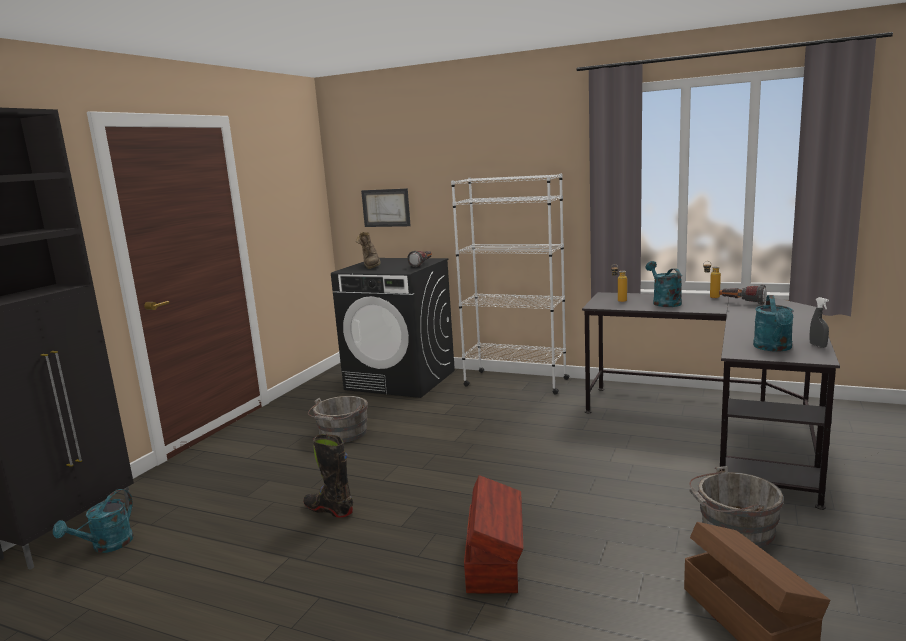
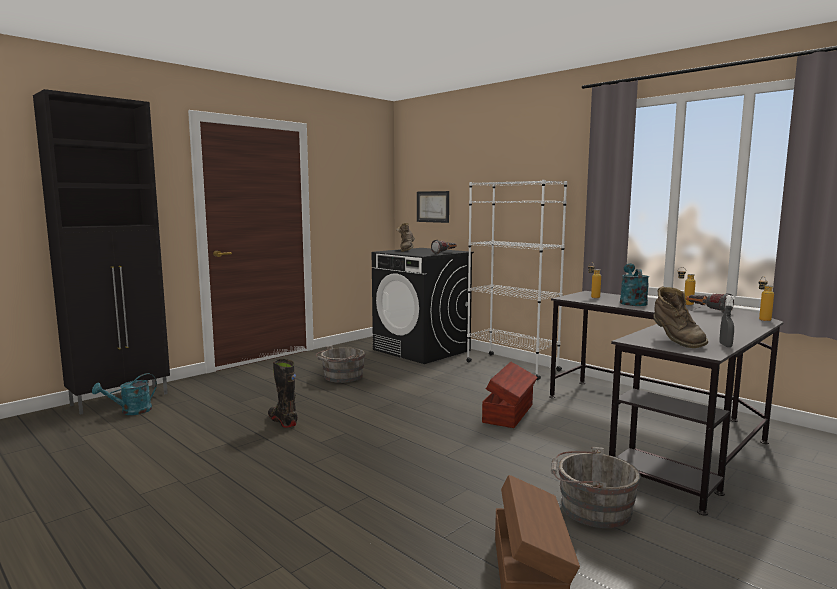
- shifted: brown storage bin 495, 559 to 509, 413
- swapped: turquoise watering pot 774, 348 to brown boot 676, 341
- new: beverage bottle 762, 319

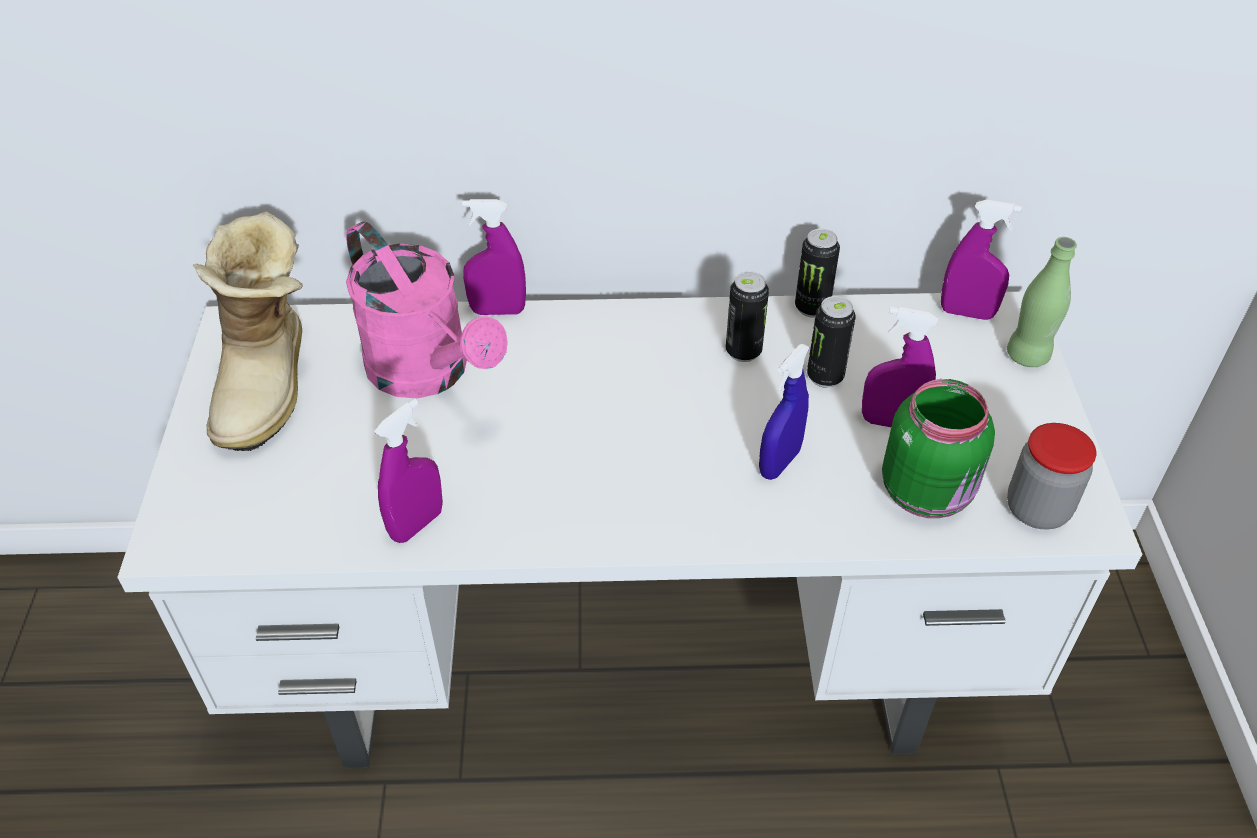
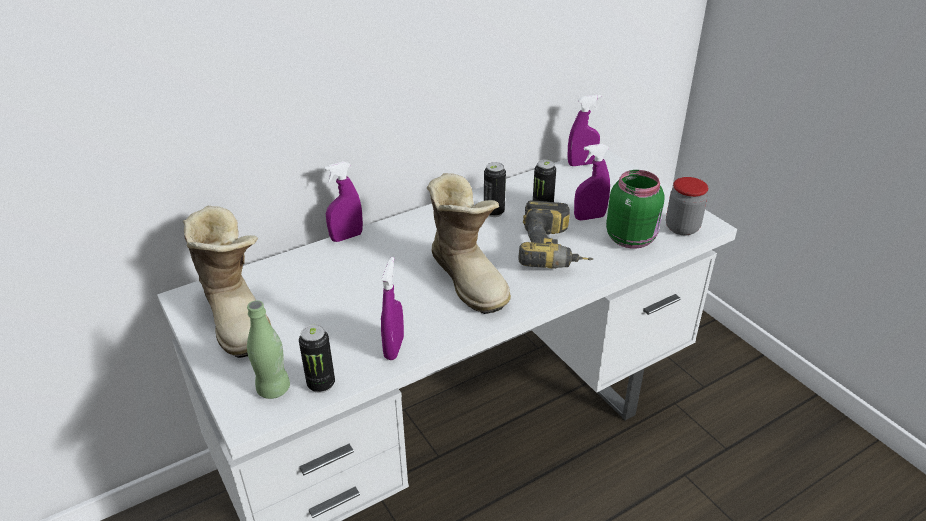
- gone: pinkish watering pot 429, 373
- swapped: blue-coloured hand sprayer 779, 463 to power drill 555, 251
- shifted: can 812, 307 to 321, 384
- shifted: green beverage bottle 1027, 356 to 273, 389
- new: boot 470, 277

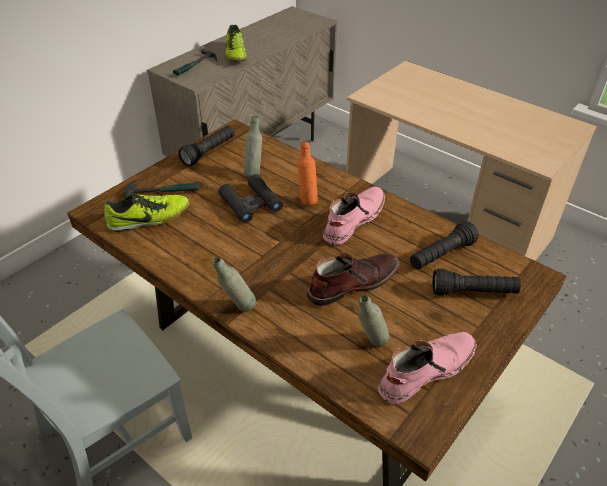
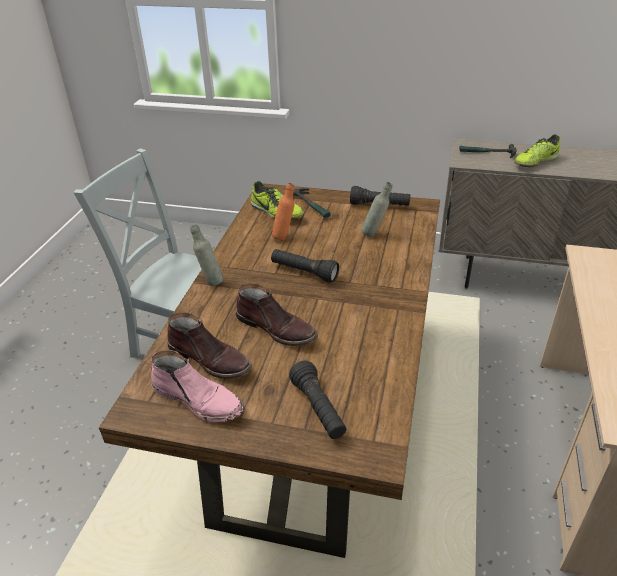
- gone: black binoculars 251, 204
- shifted: orange beverage bottle 307, 200 to 284, 236
- gone: pinkish boot 353, 220
- swapped: grey beverage bottle 370, 345 to brown boot 210, 359
- shifted: black torch 441, 255 to 304, 272

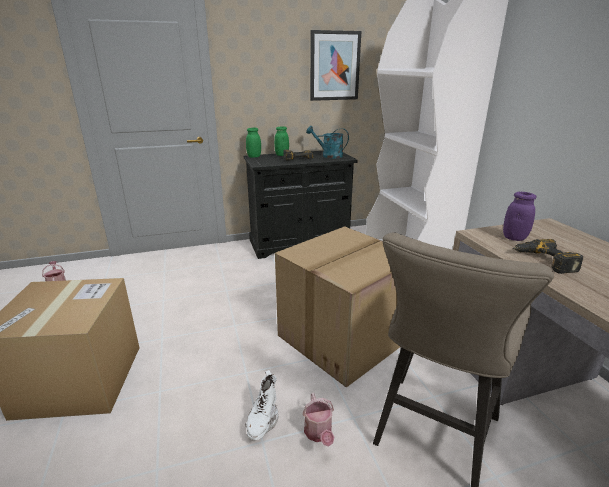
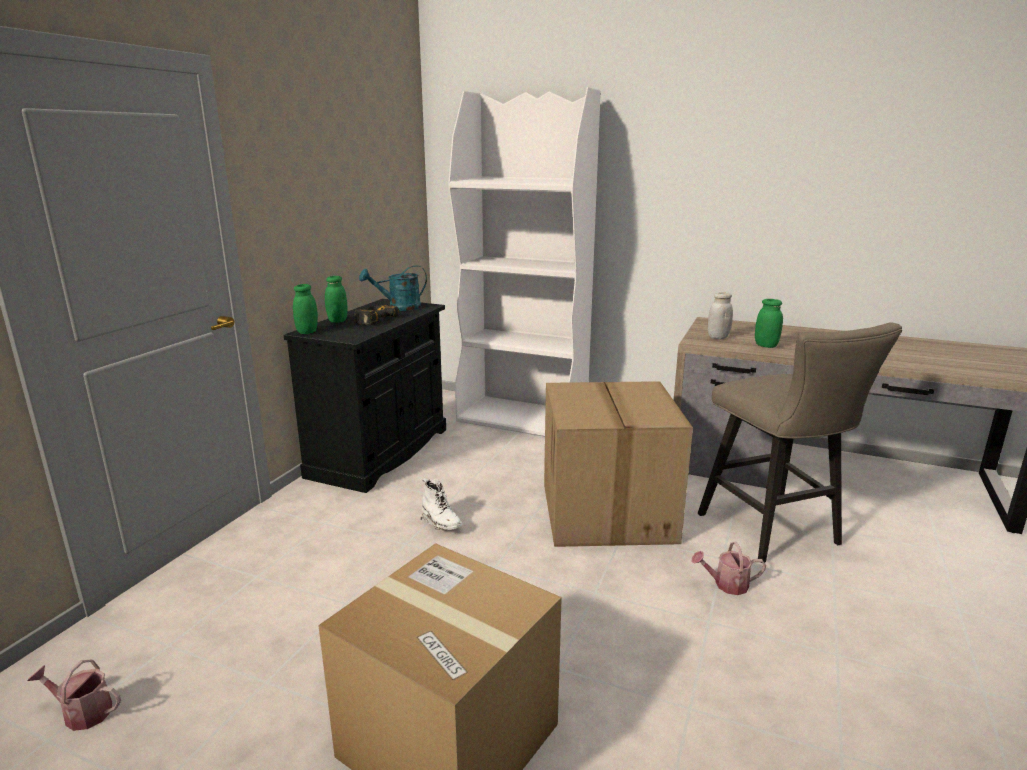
- shifted: whitish boot 262, 421 to 441, 524
- rotated: watering pot 319, 433 = 726, 585 150 degrees clockwise
- gone: picture 334, 66
- repainted: purple storage jar 514, 238 to whitish storage jar 718, 337
- swapped: power drill 543, 261 to green storage jar 766, 345

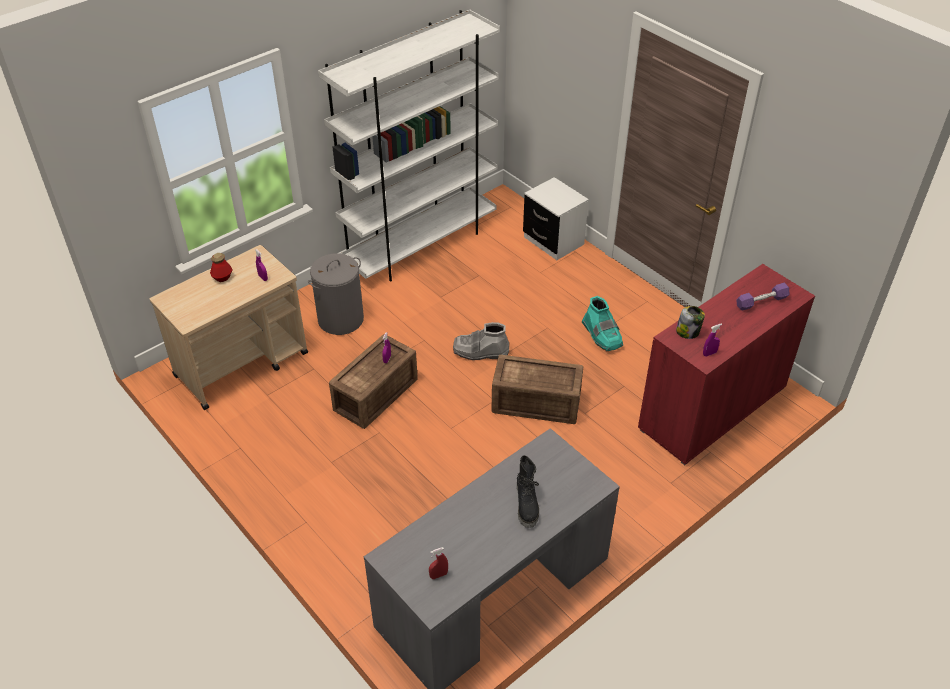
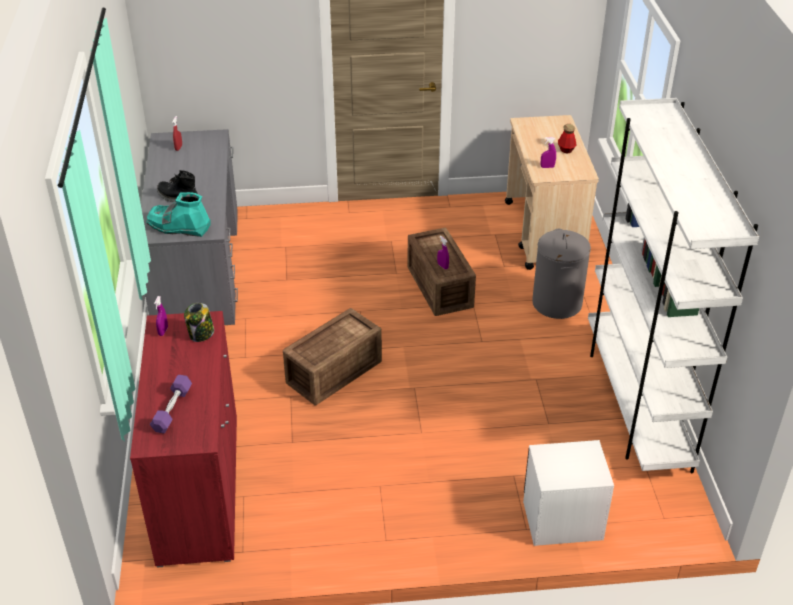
- gone: grey boot 480, 351
- shifted: turquoise boot 602, 335 to 179, 227

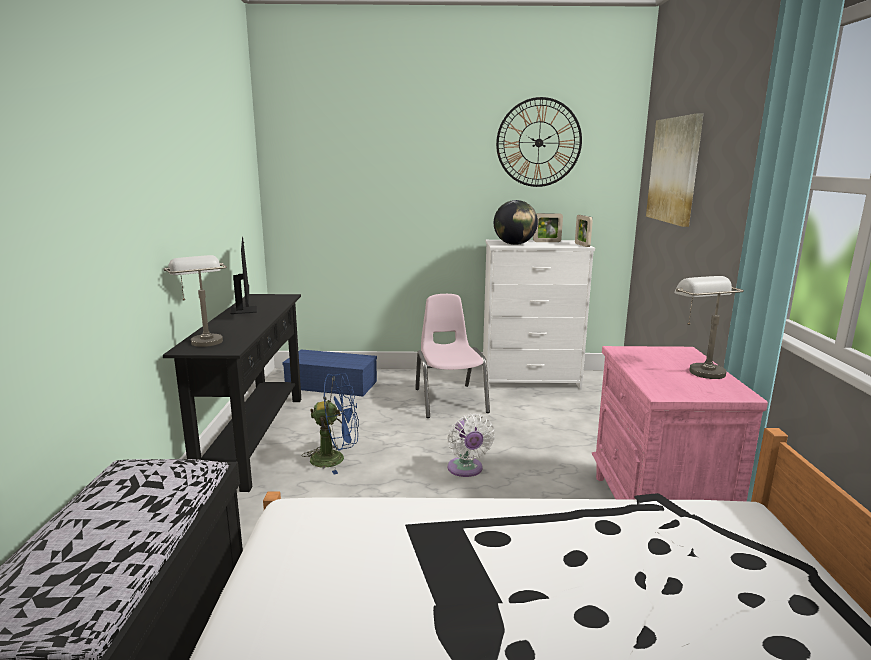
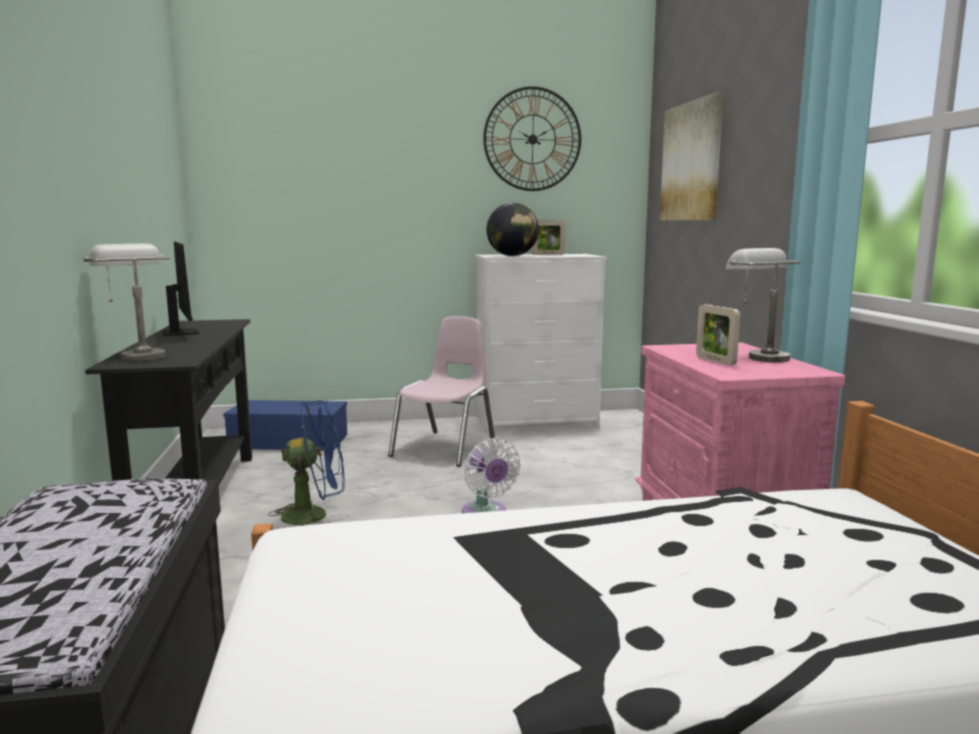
- rotated: pinkish chair 450, 400 = 445, 448 45 degrees clockwise
- shifted: standing frame 582, 245 to 715, 361

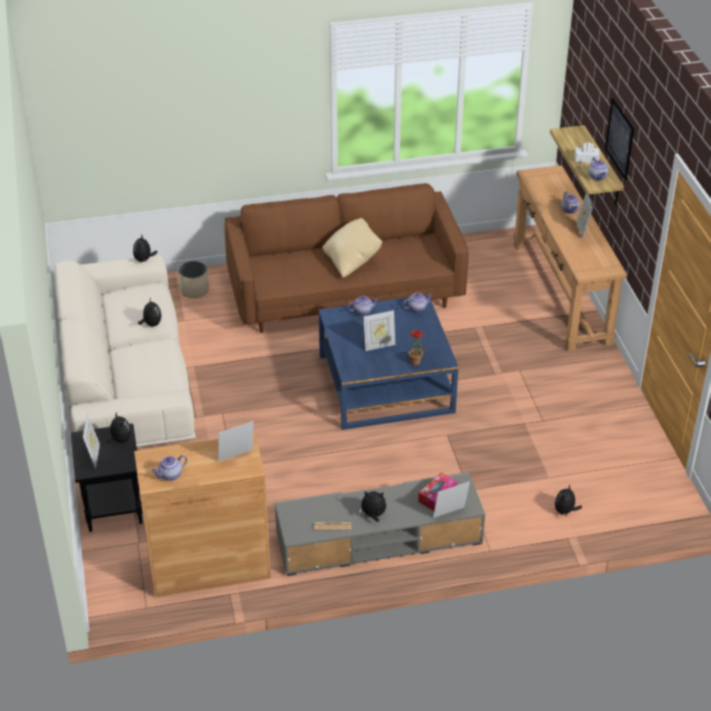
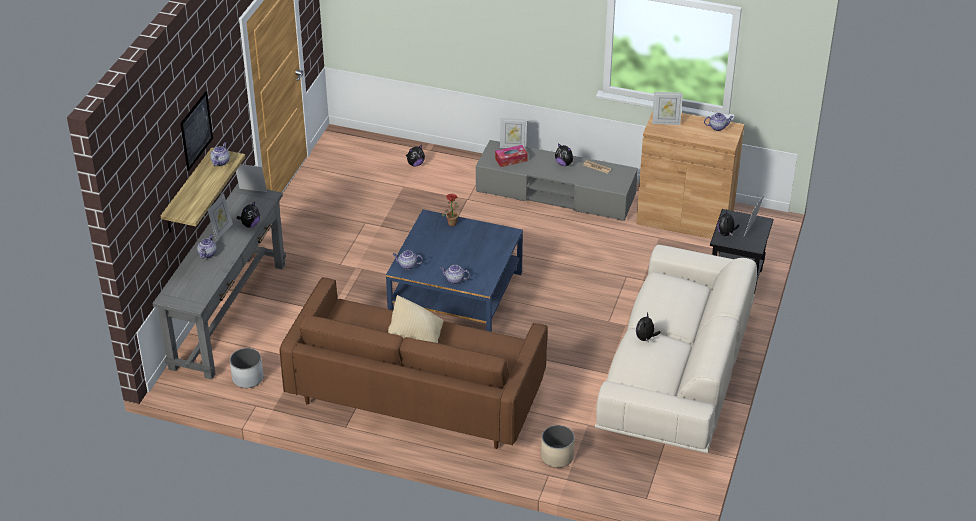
- shifted: soft toy 144, 260 to 250, 224
- shifted: standing frame 379, 345 to 252, 192
- repainted: brown narrow table 560, 293 to grey narrow table 229, 315
- gone: whitish box of tissues 586, 159
- new: whitish plant pot 247, 378

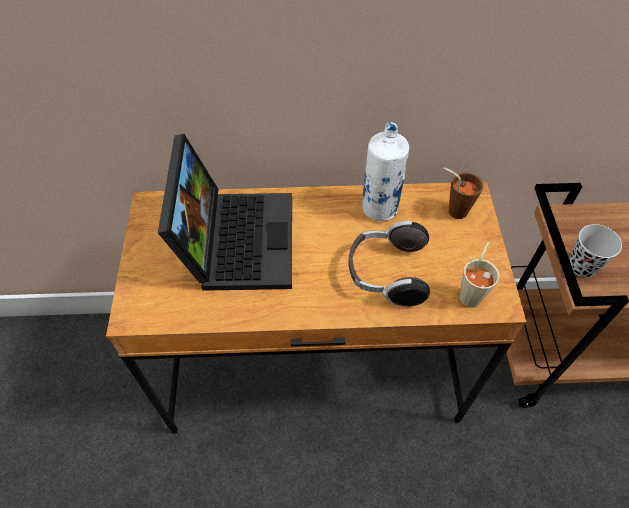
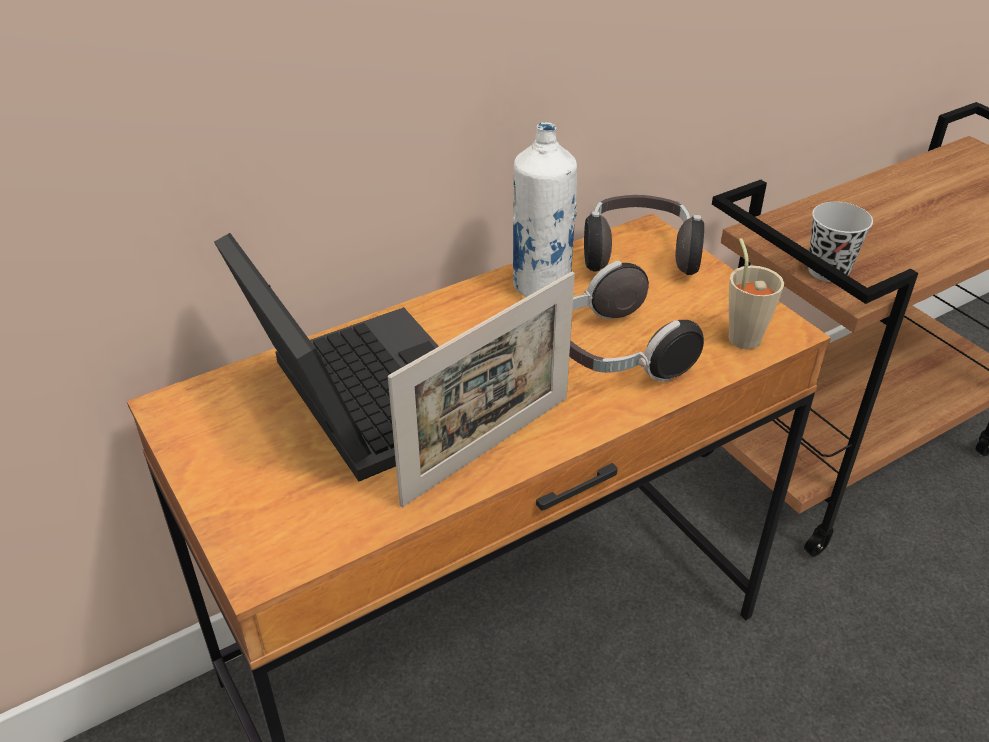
- swapped: brown small cup 453, 209 to pair of headphones 639, 254
- new: standing frame 488, 449

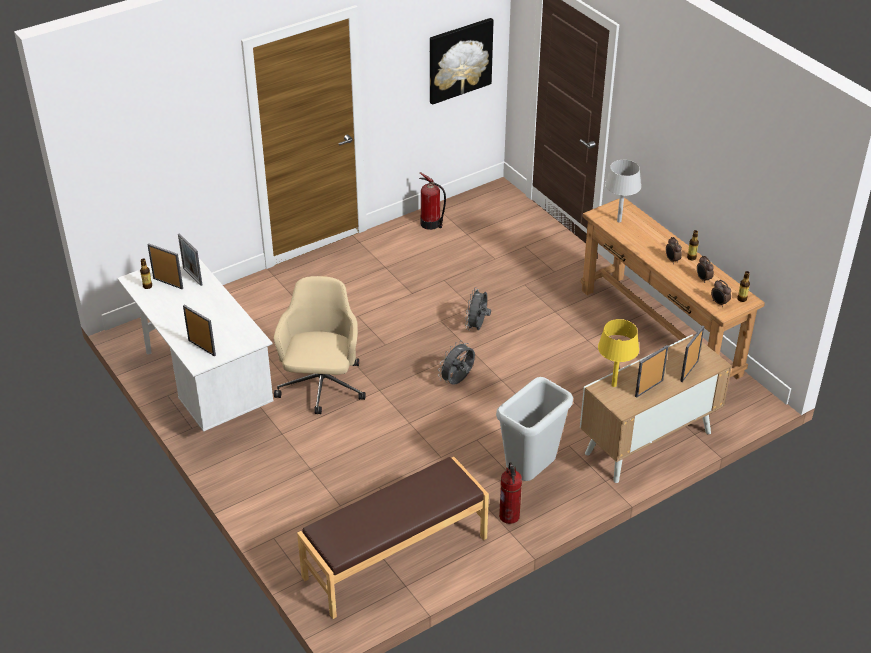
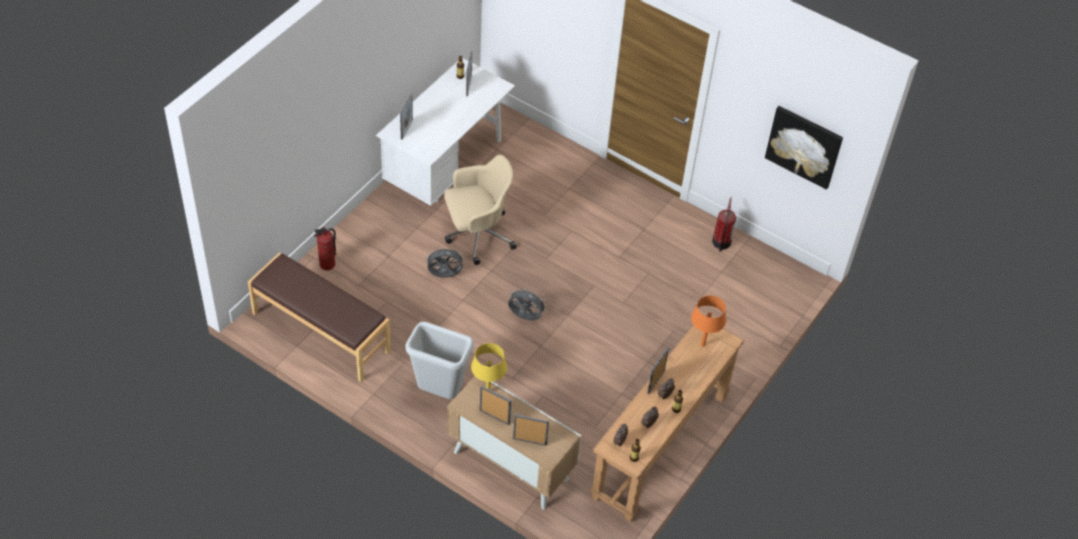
- shifted: standing frame 192, 276 to 655, 382
- shifted: grey electric fan 477, 327 to 444, 276
- shifted: fire extinguisher 509, 516 to 327, 265
- repainted: grey tabletop lamp 619, 221 to orange tabletop lamp 702, 344

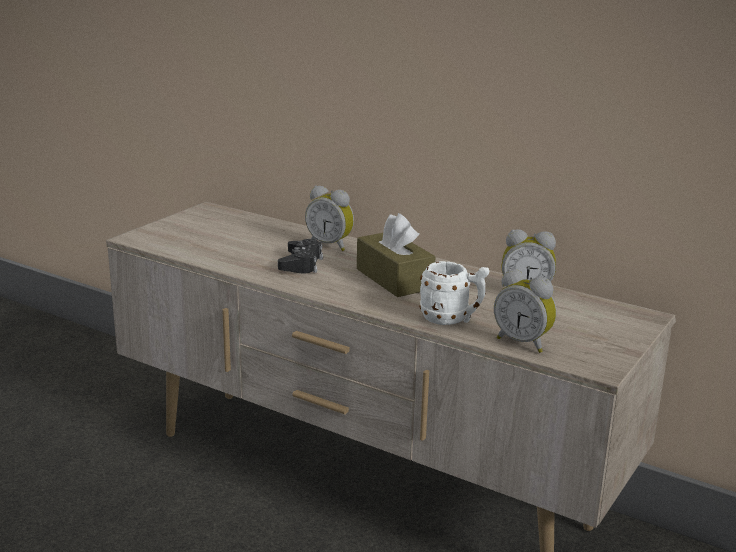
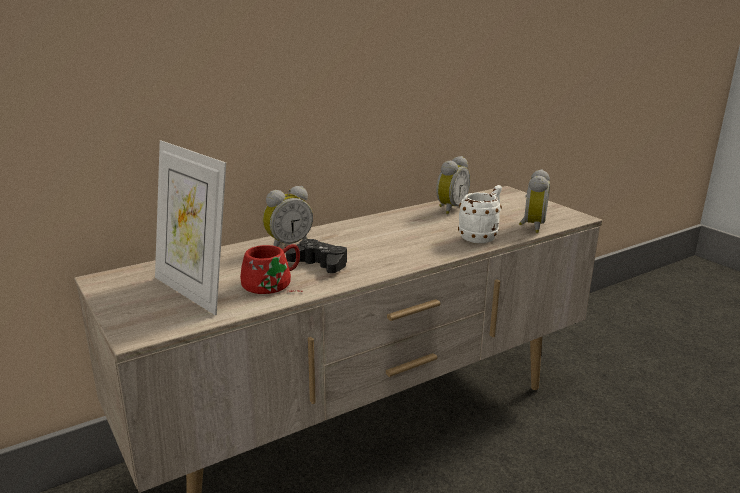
- gone: brown box of tissues 394, 279
- rotated: bedside clock 523, 342 = 531, 226 45 degrees counterclockwise
- new: standing frame 194, 291
- new: reddish tea mug 275, 284

